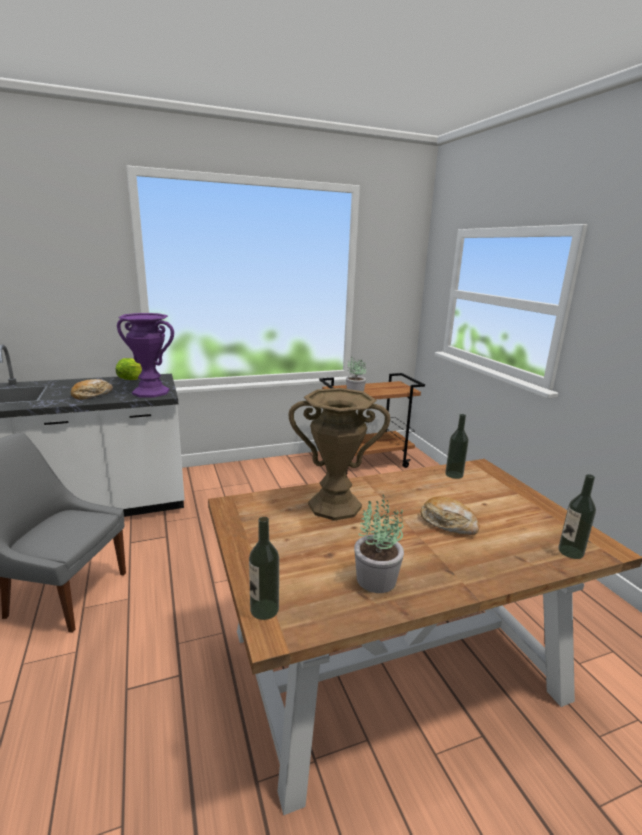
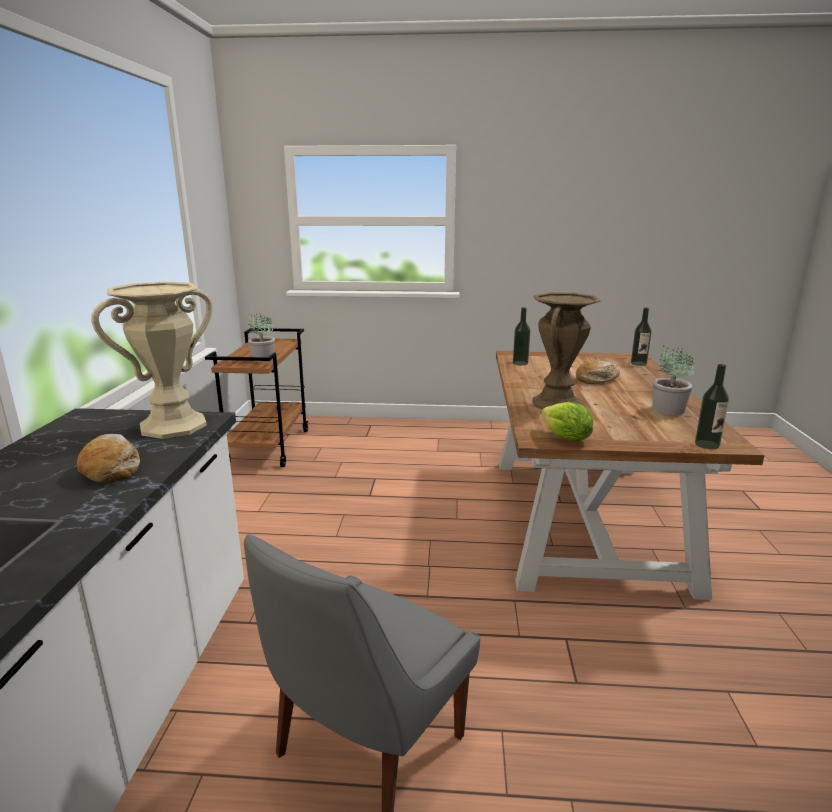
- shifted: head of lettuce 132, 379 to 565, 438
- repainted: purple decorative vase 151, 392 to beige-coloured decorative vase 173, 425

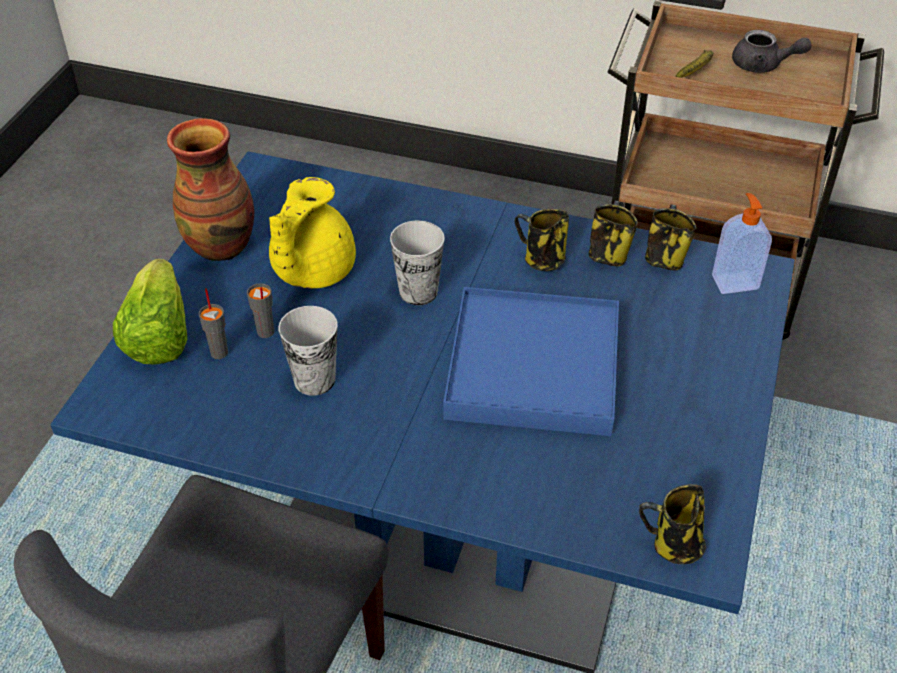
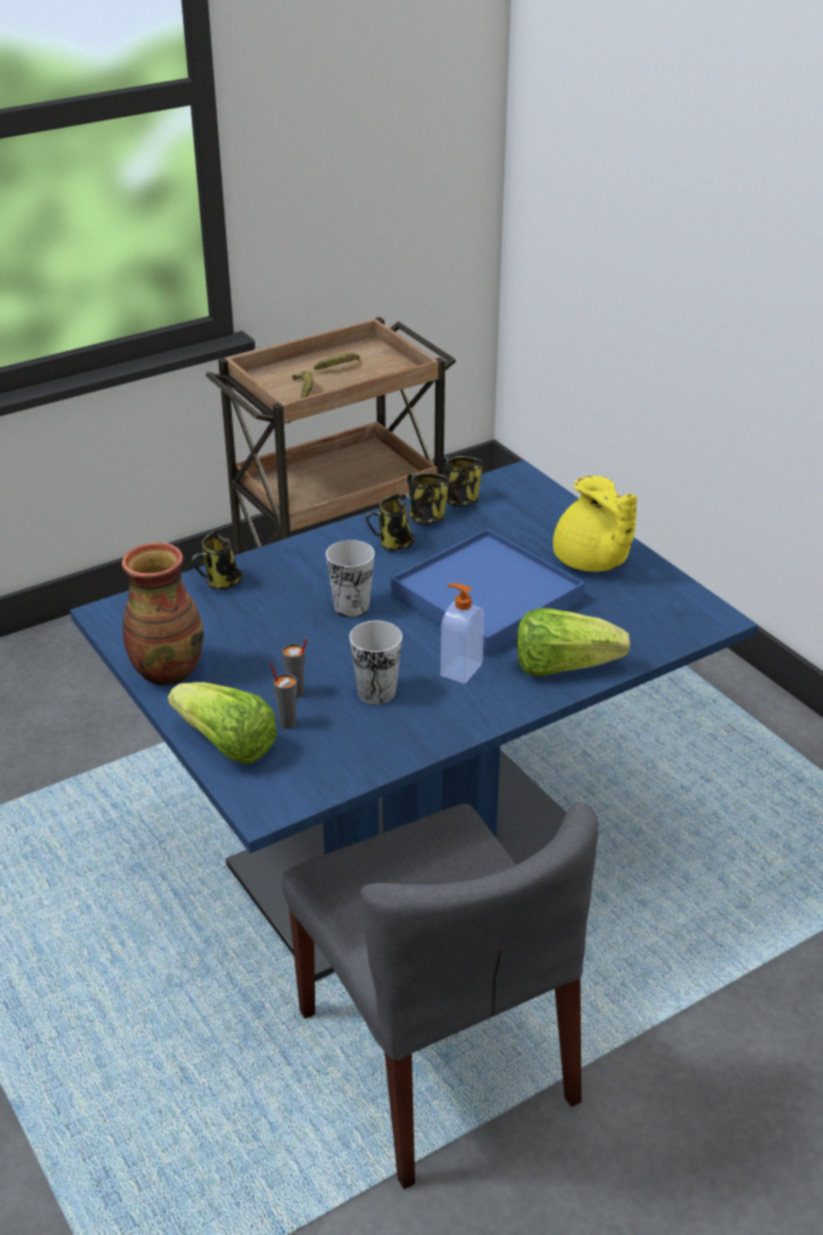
- shifted: yellow pot for tea 310, 271 to 591, 562
- shifted: tea mug 674, 545 to 221, 583
- shifted: soap bottle 734, 281 to 460, 669
- swapped: grey pot for tea 763, 66 to banana 340, 368
- new: head of lettuce 563, 666

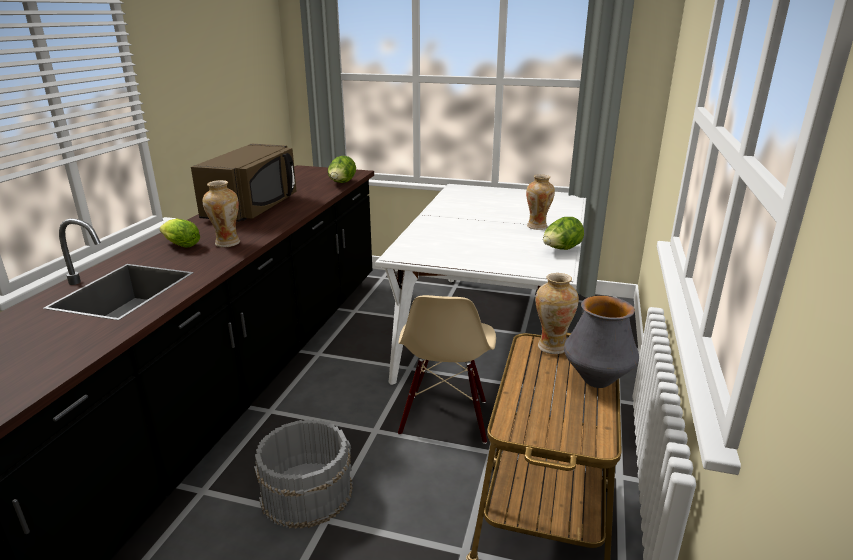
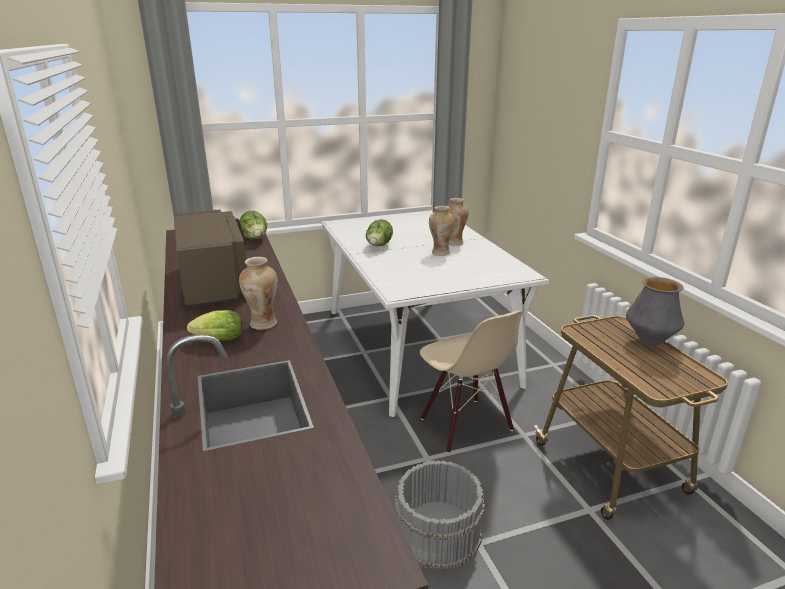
- shifted: decorative vase 552, 346 to 440, 253
- shifted: head of lettuce 561, 250 to 379, 246

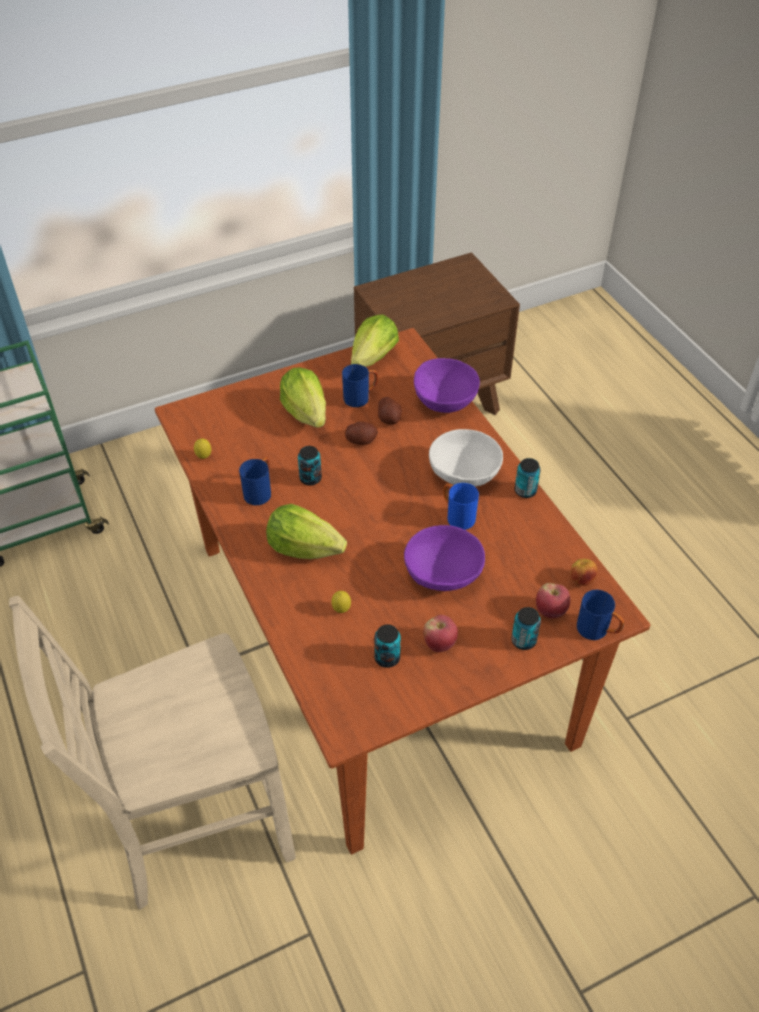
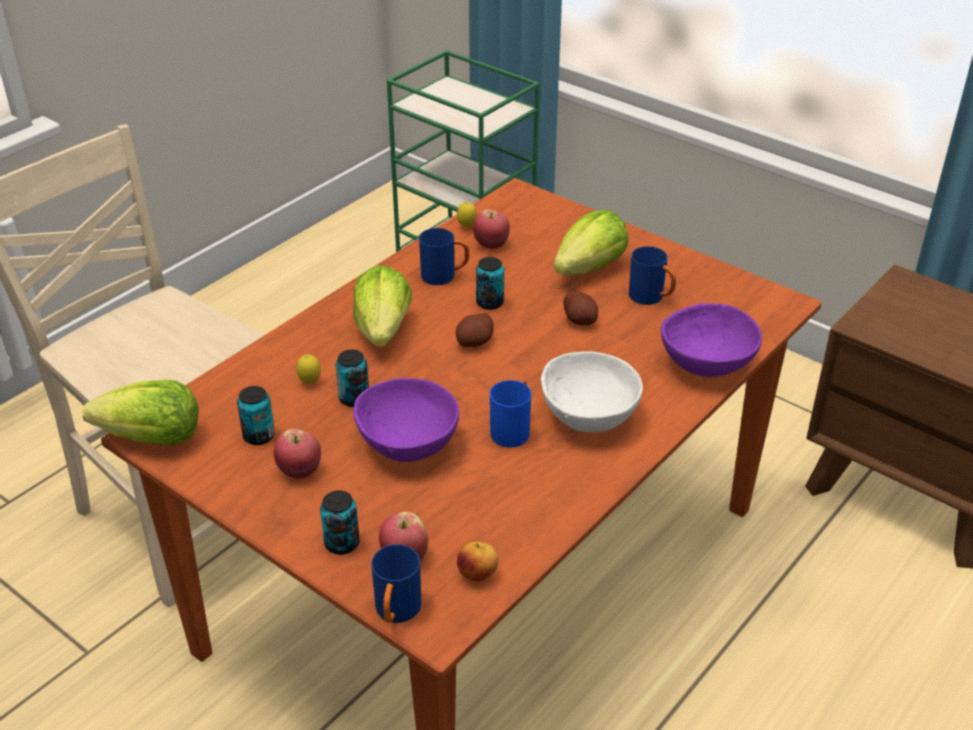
- shifted: head of lettuce 373, 358 to 153, 439
- shifted: potato 389, 418 to 475, 342
- shifted: can 525, 491 to 354, 398
- new: apple 491, 245

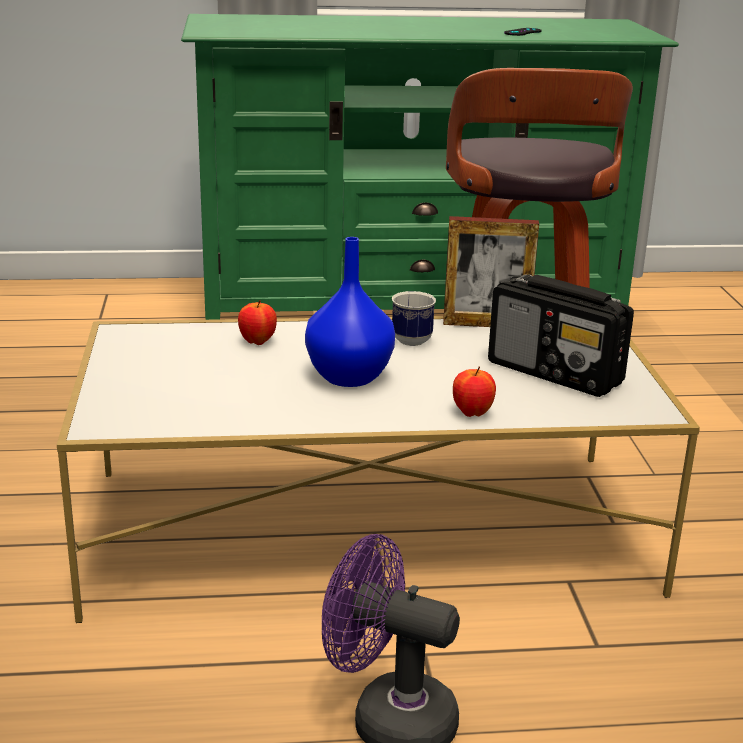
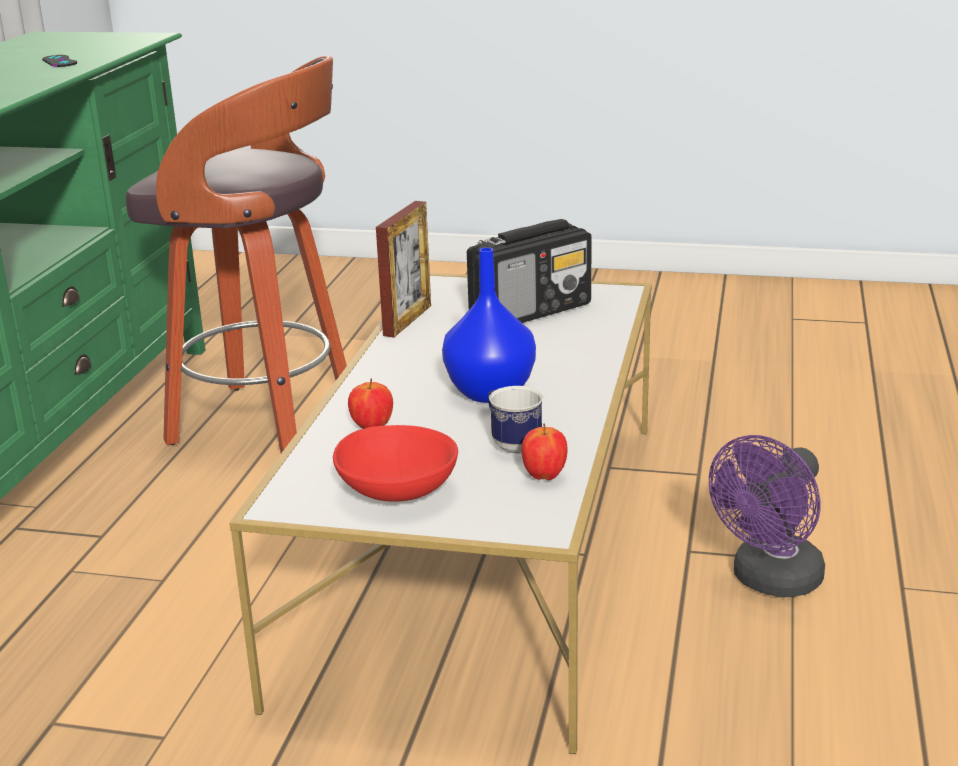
- shifted: tea mug 415, 339 to 511, 443
- shifted: apple 472, 413 to 544, 476
- new: reddish serving bowl 396, 491

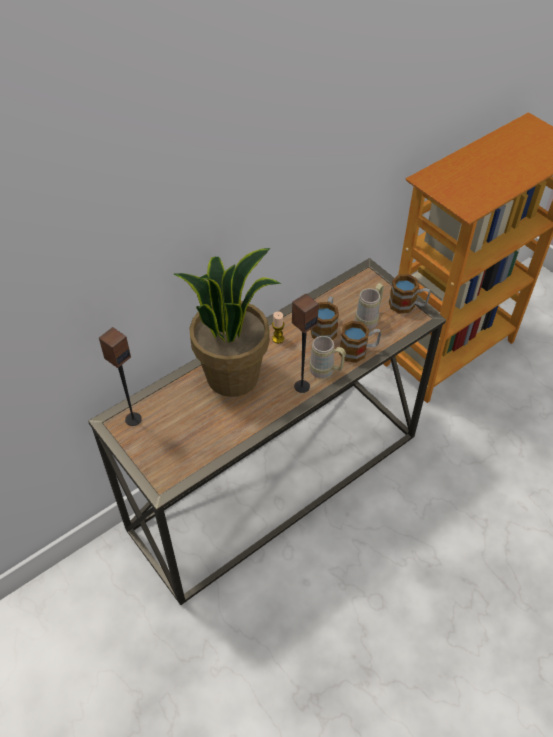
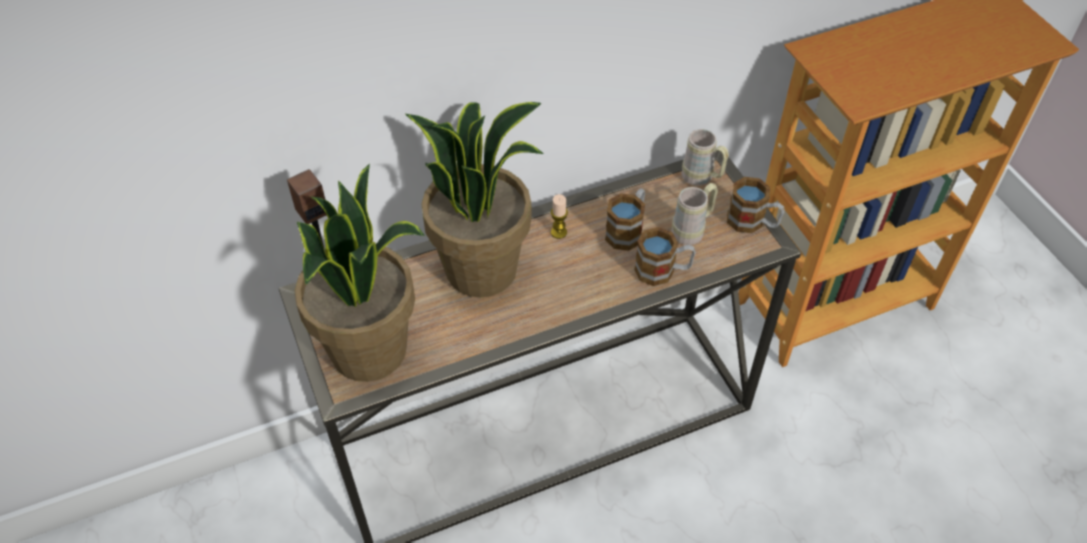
- gone: loudspeaker 301, 386
- shifted: beige-coloured tea mug 326, 371 to 702, 179
- new: houseplant 370, 350

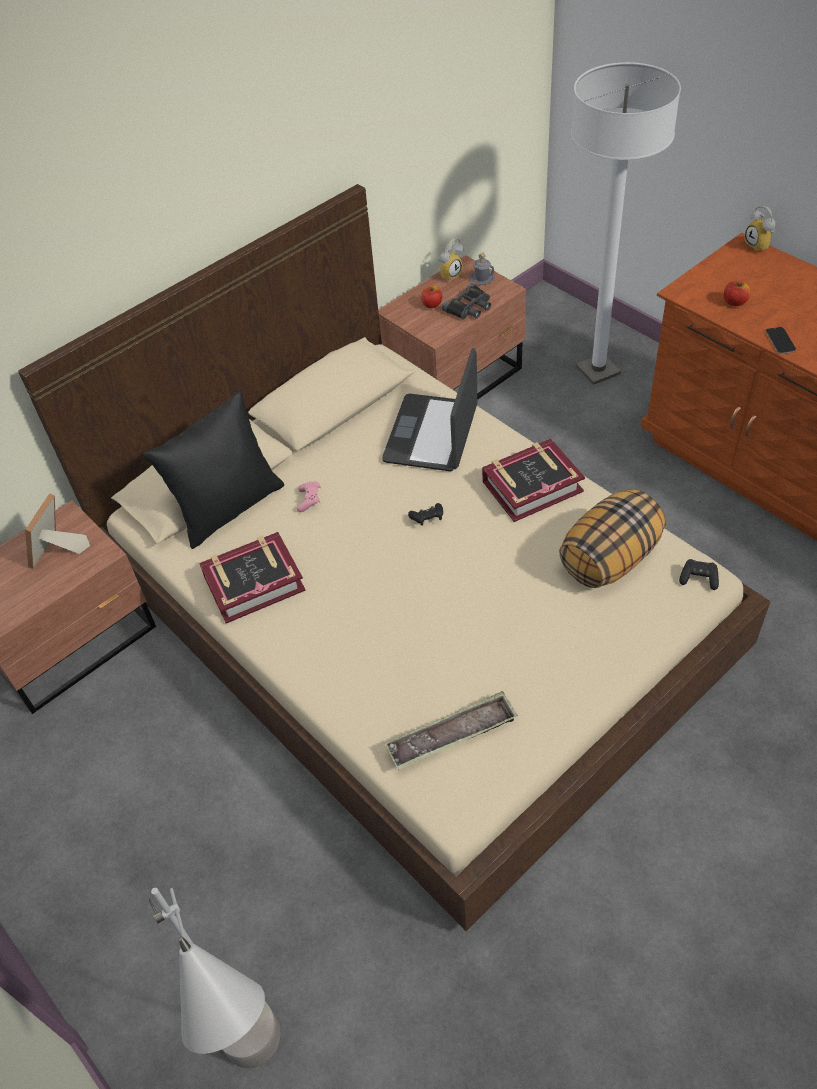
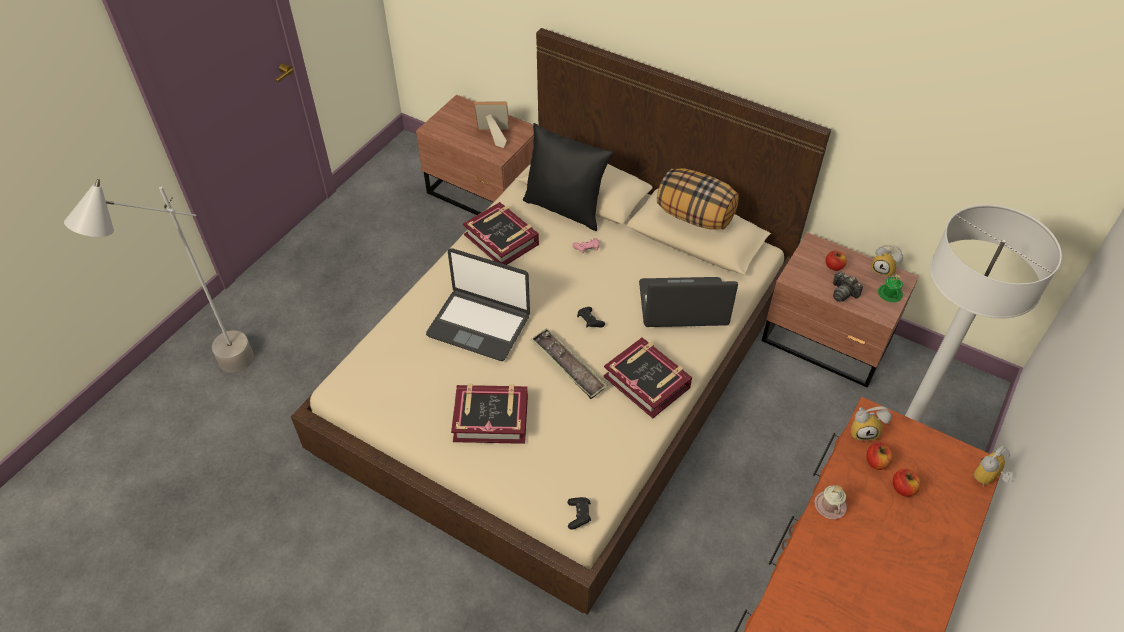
- shifted: carrying tray 452, 735 to 568, 366
- swapped: black binoculars 469, 307 to still camera 843, 293
- repainted: grey tea mug 482, 278 to green tea mug 889, 294
- shifted: throw pillow 609, 558 to 695, 216
- swapped: telephone 780, 341 to pinkish tea mug 830, 505
- new: portable computer 479, 325
- new: bound book 491, 418
- new: bedside clock 864, 431
- new: apple 903, 488

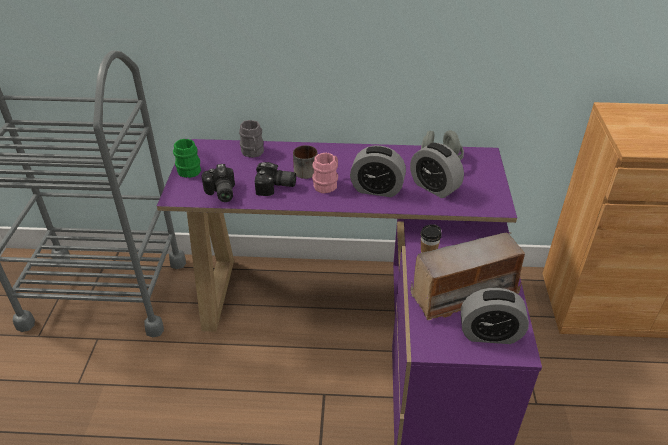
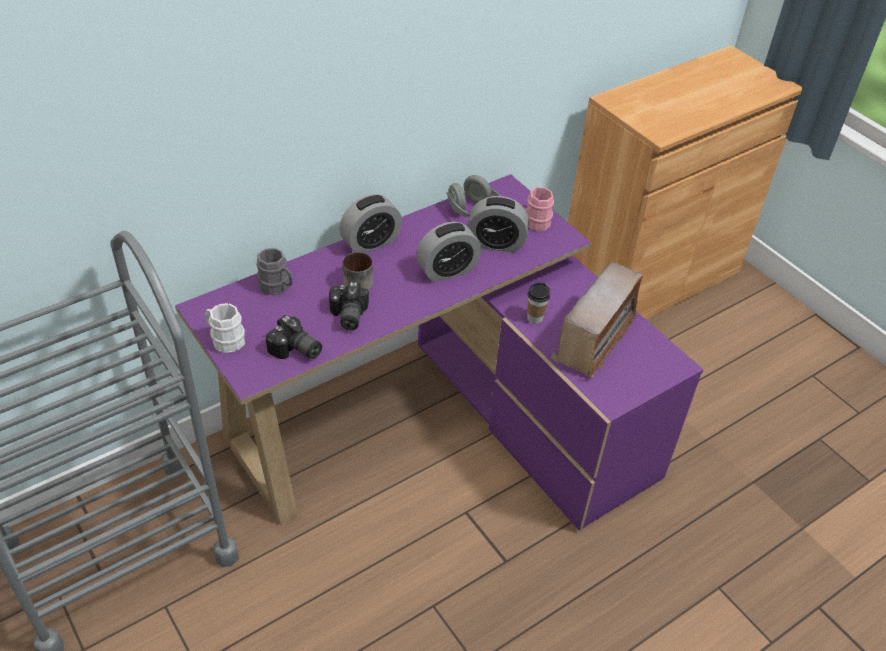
- repainted: green tea mug 188, 169 to whitish tea mug 225, 340
- rotated: still camera 275, 187 = 347, 316 120 degrees clockwise
- shifted: pinkish tea mug 327, 184 to 537, 220
- shifted: bedside clock 489, 334 to 371, 243

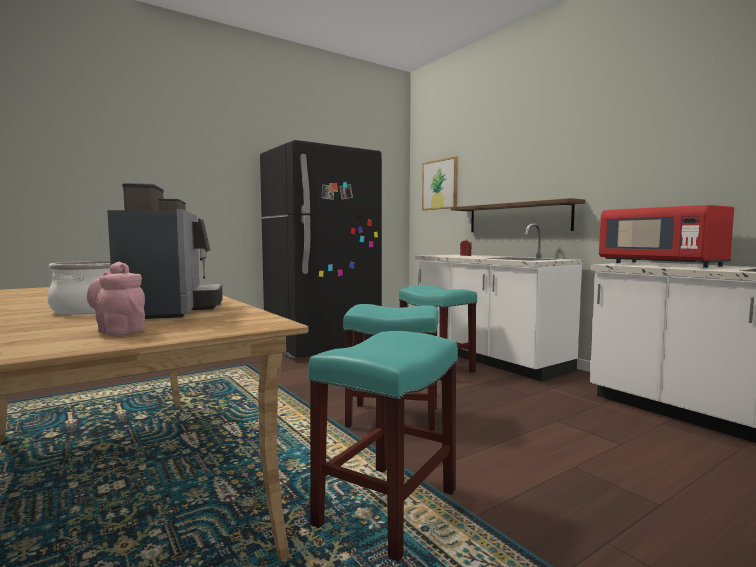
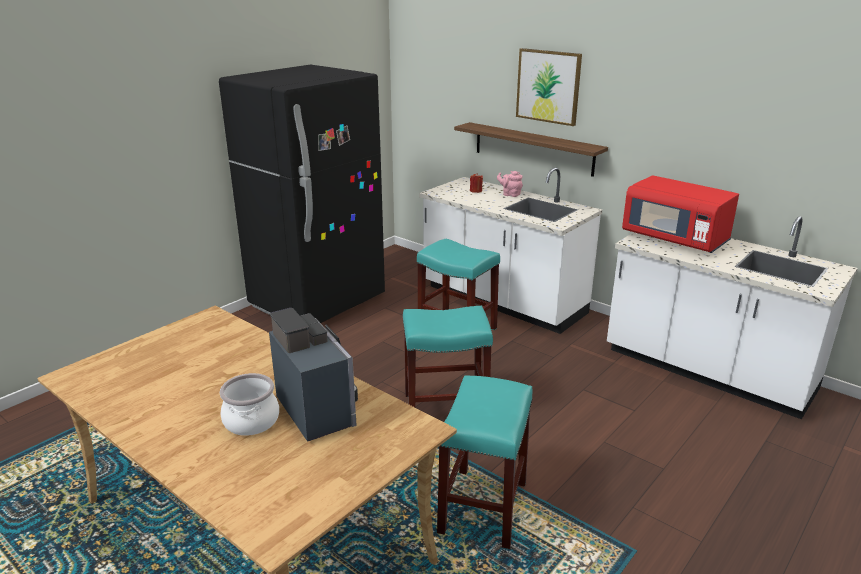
- shifted: pinkish pot for tea 119, 331 to 510, 194
- shifted: picture 440, 184 to 548, 86

